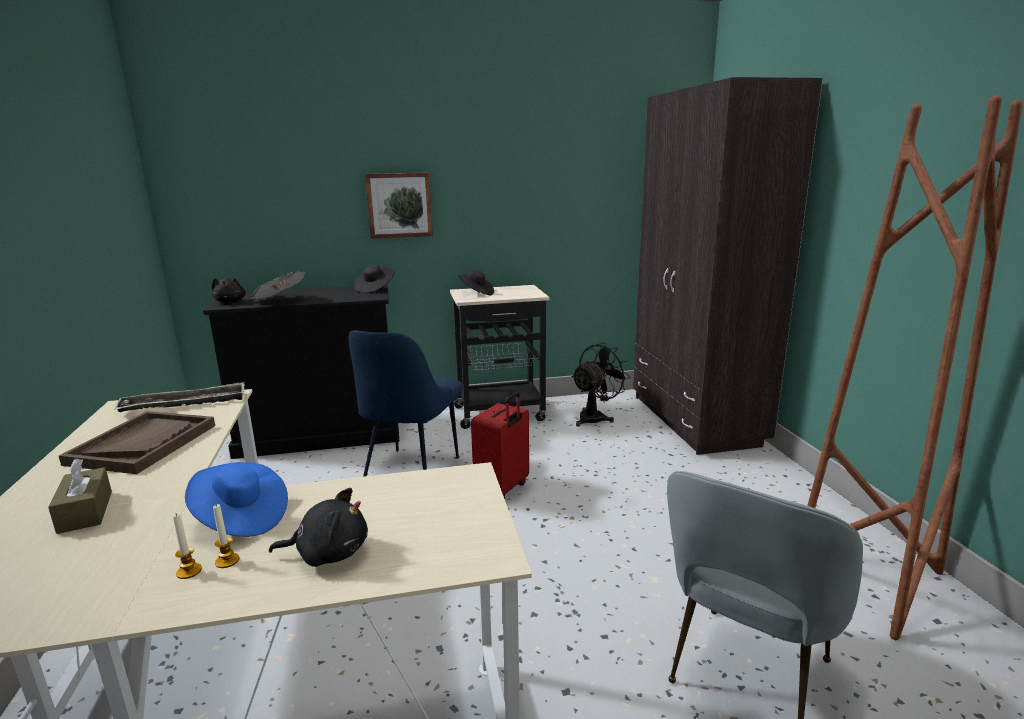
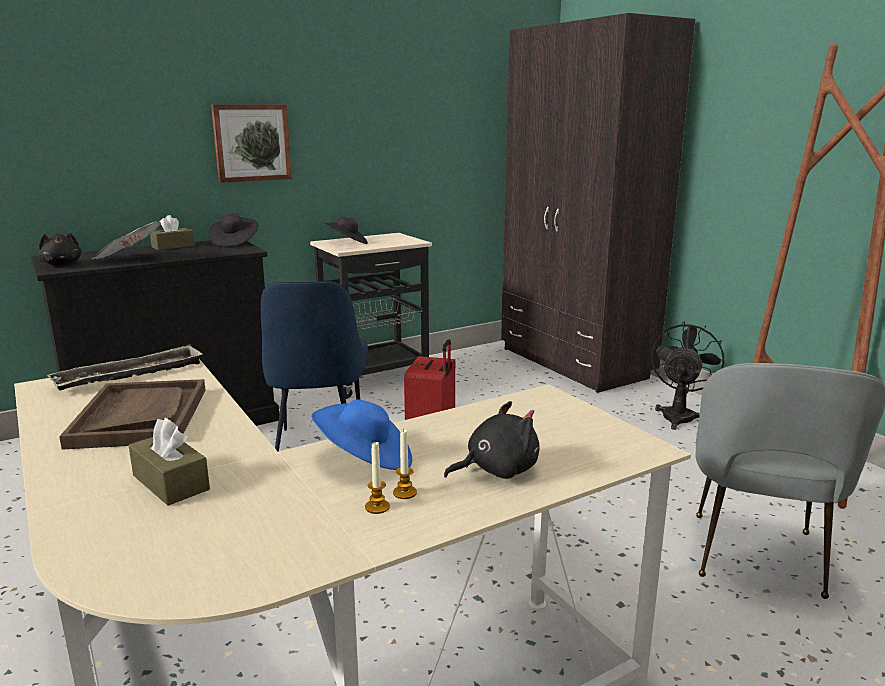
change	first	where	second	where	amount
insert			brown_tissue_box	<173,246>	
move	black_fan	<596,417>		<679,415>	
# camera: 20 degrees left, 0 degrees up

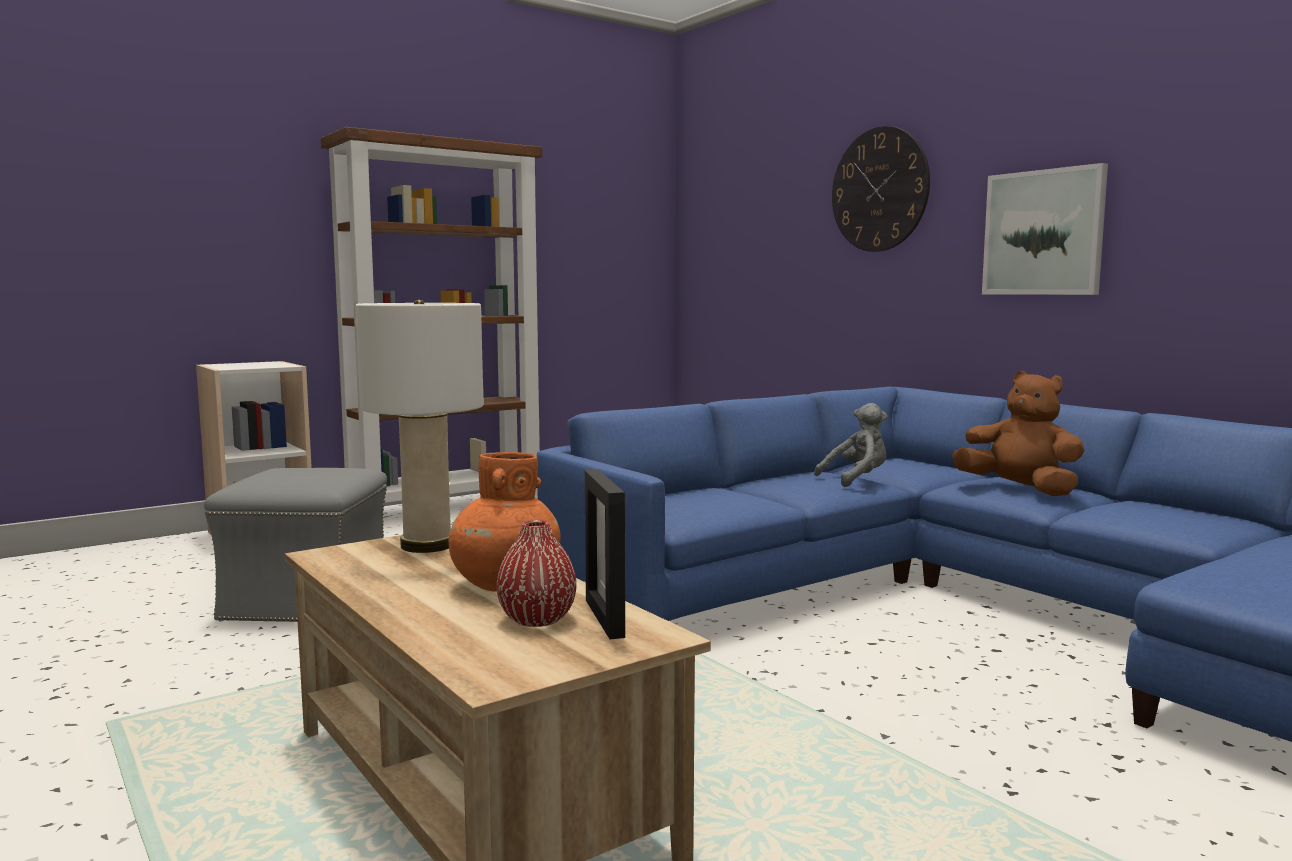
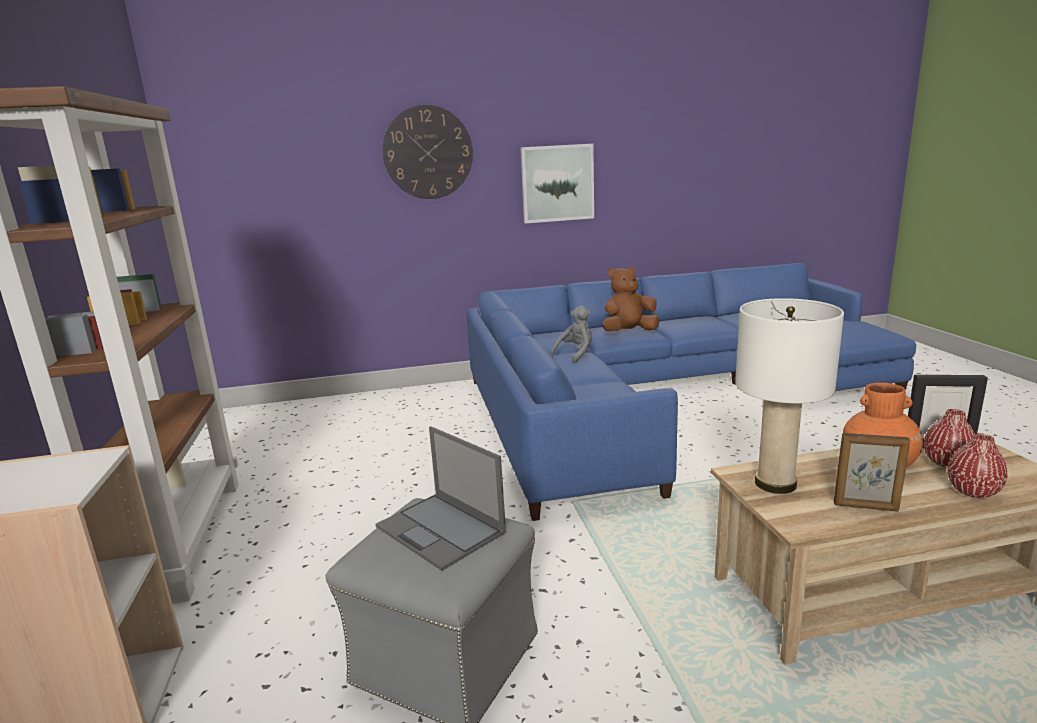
change	first	where	second	where	amount
insert			laptop	<441,530>	
insert			picture_frame	<866,507>	
insert			red_vase	<972,491>	
rotate	grey_plush_toy	<856,479>		<575,355>	45 degrees clockwise
# camera: 65 degrees left, 10 degrees up

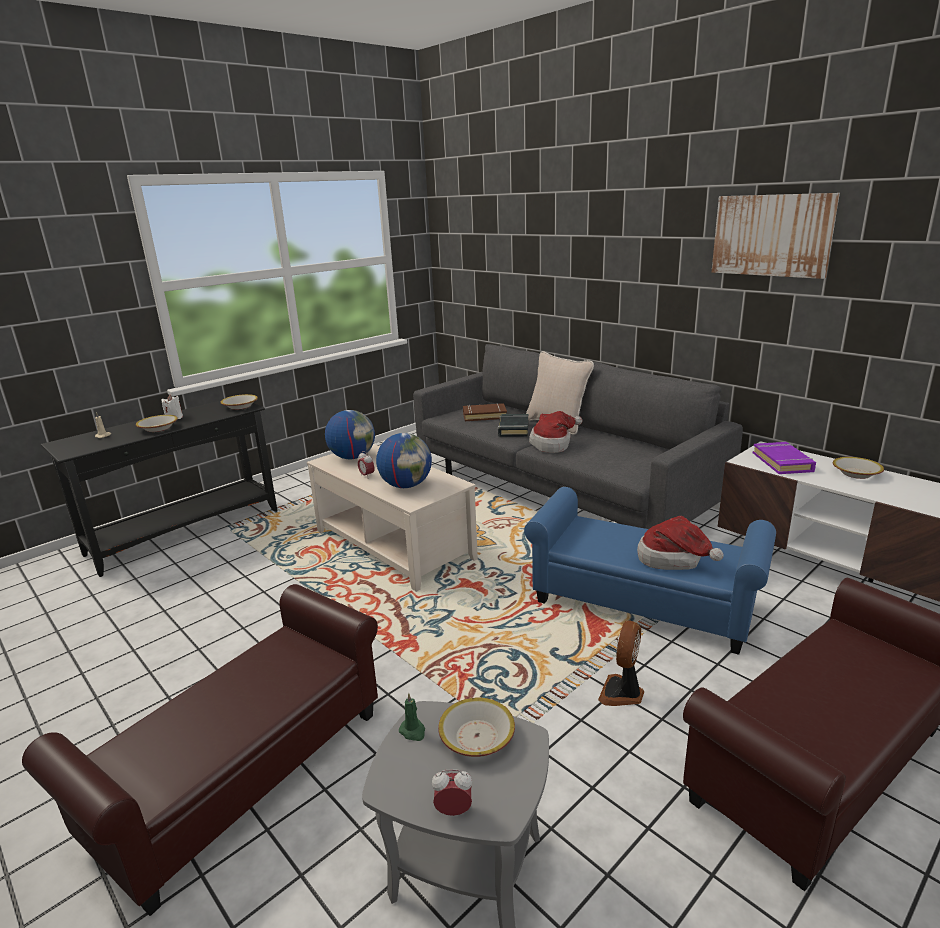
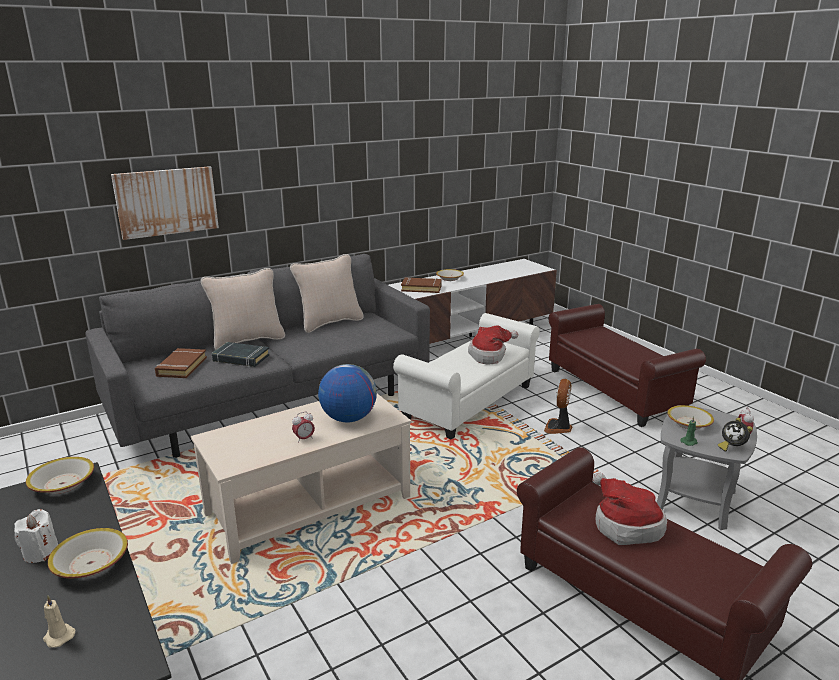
change	first	where	second	where	amount
delete	globe	<352,457>			
insert			beige_pillow	<329,323>	
insert			alarm_clock	<731,447>	
move	hat	<553,444>		<624,525>	
move	picture	<772,235>		<166,202>	
recolor	blue_ottoman	<642,604>	white_ottoman	<468,402>	
recolor	purple_book	<782,462>	brown_book	<421,288>	
rotate	fan	<622,693>		<558,428>	75 degrees clockwise
# camera: 80 degrees left, 0 degrees up

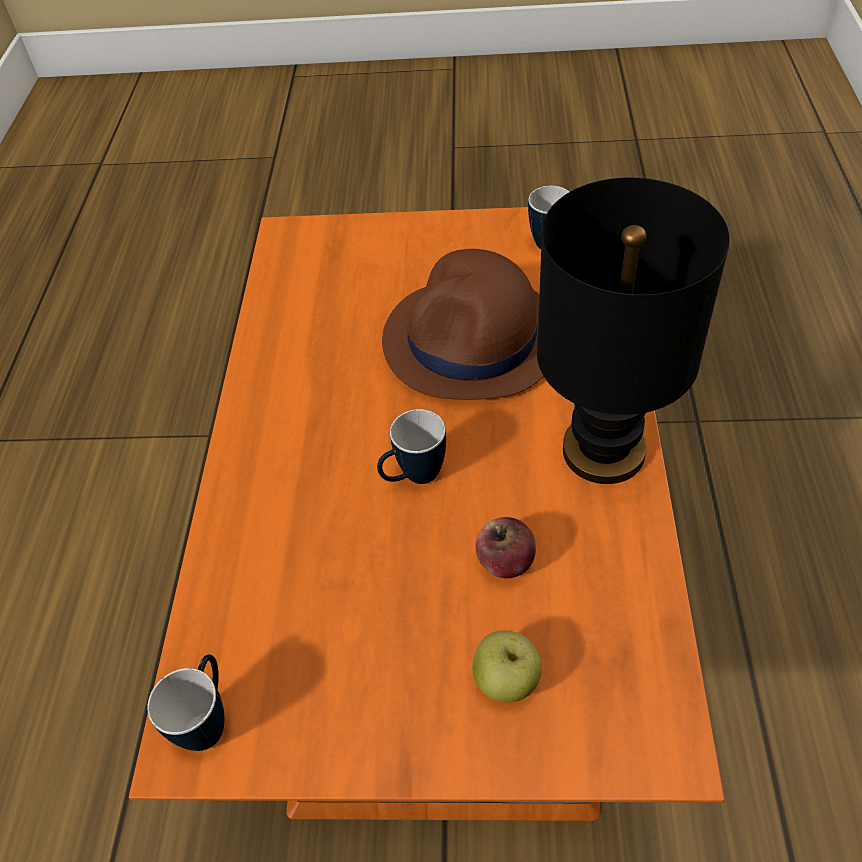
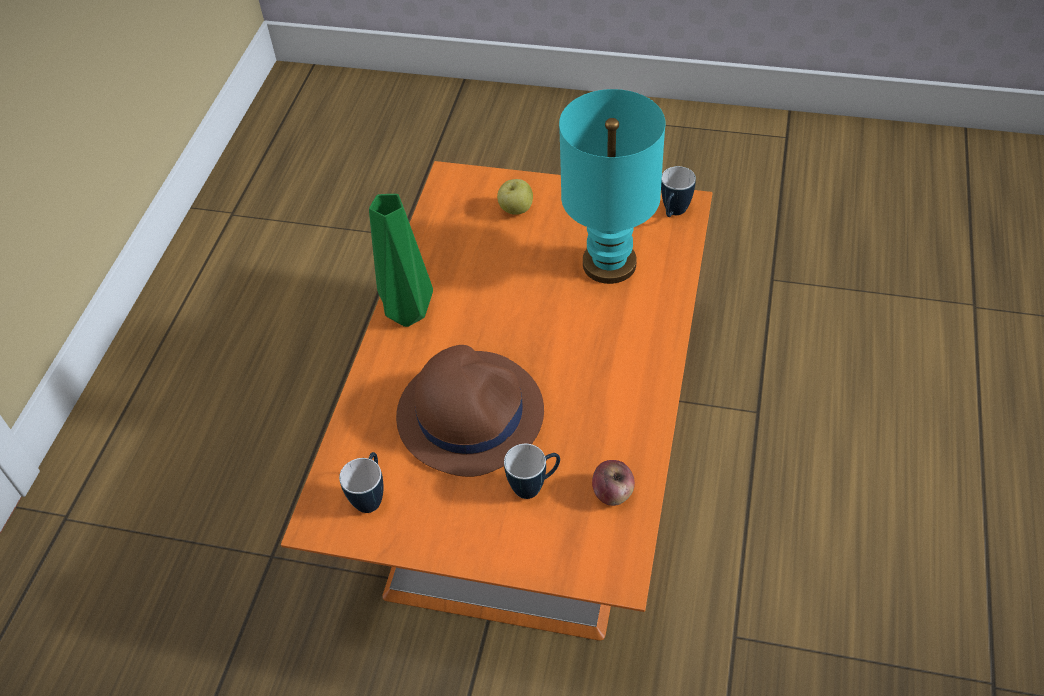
change	first	where	second	where	amount
insert			turquoise_table_lamp	<608,264>	
move	mug	<413,477>		<534,486>	
move	apple	<505,561>		<613,493>	
replace	black_table_lamp	<606,451>	green_vase	<410,313>	
# camera: 170 degrees left, 0 degrees up

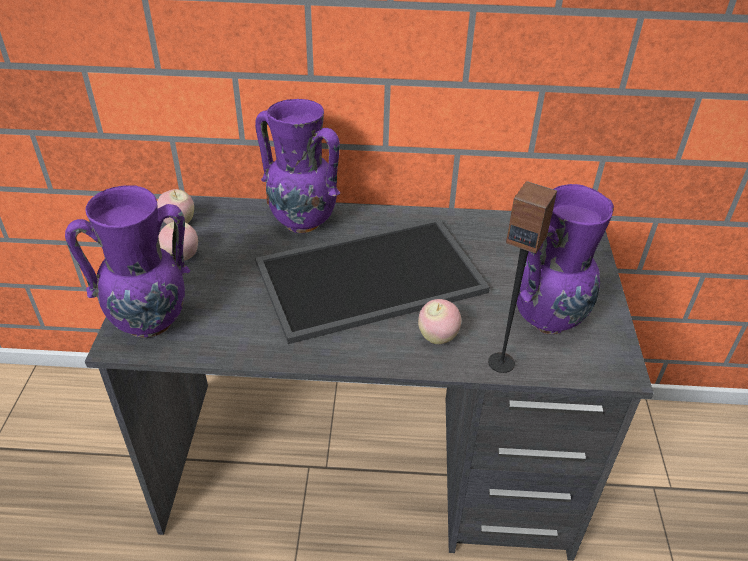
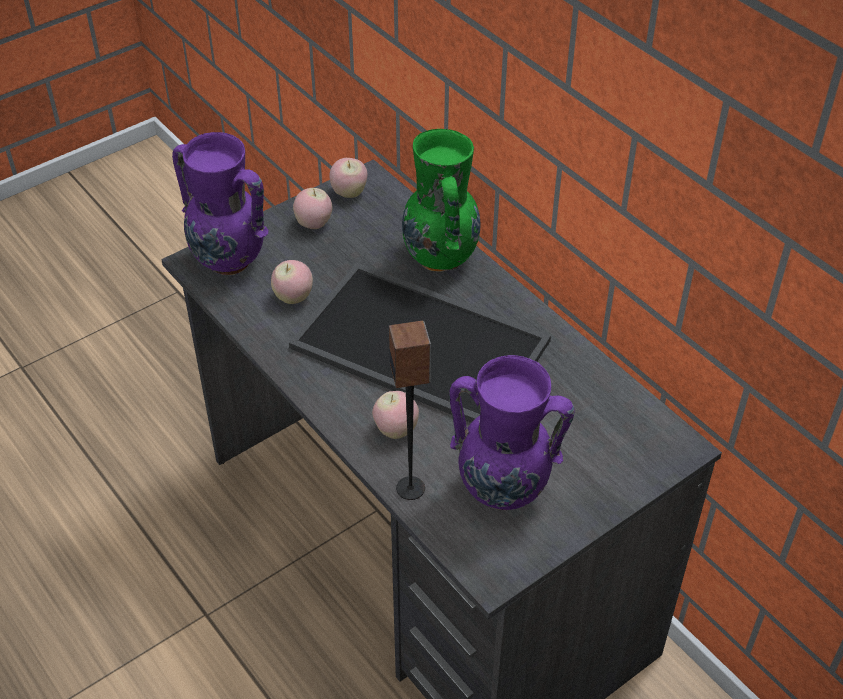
change	first	where	second	where	amount
insert			apple	<293,297>	
recolor	purple_vase	<302,221>	green_vase	<441,258>	
# camera: 50 degrees right, 5 degrees up

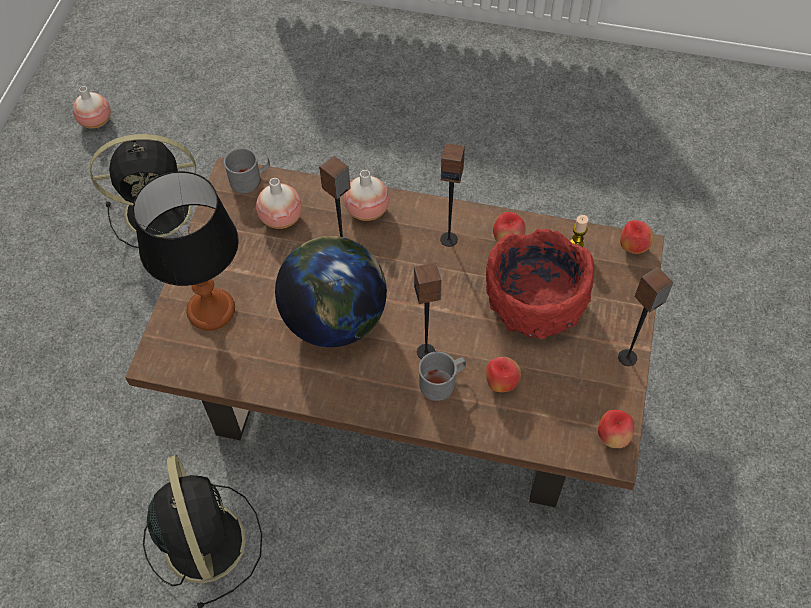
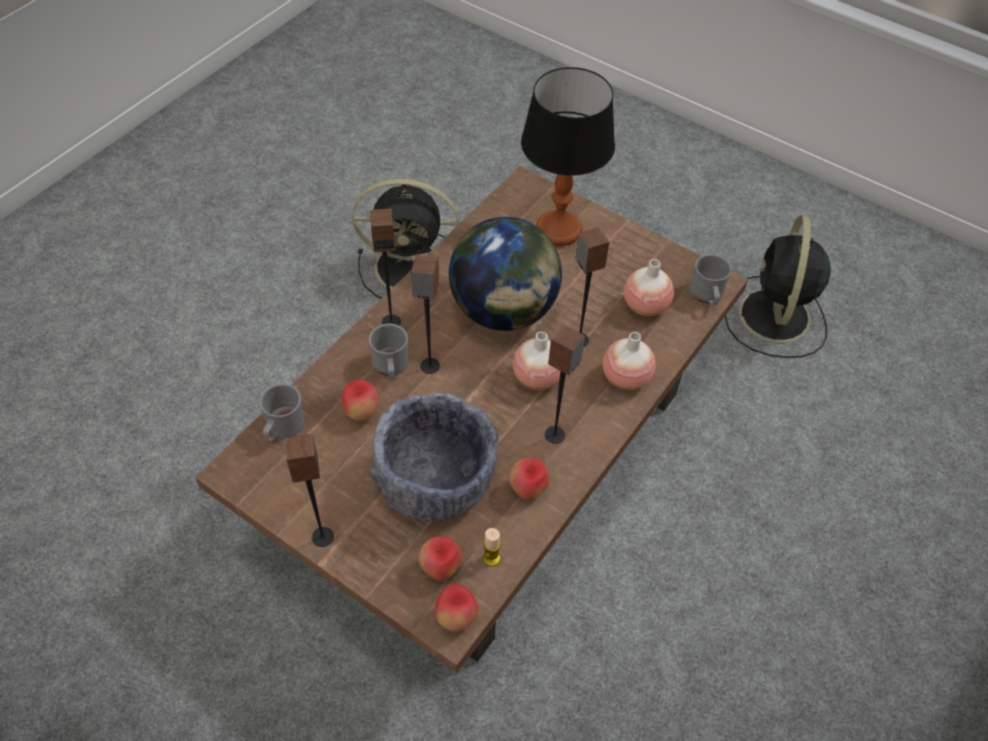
change	first	where	second	where	amount
insert			grey_mug	<282,427>	
insert			speaker	<391,321>	
move	vase	<96,121>		<537,377>	
move	apple	<612,437>		<440,568>	
recolor	red_bowl	<534,303>	grey_bowl	<435,479>	
# camera: 110 degrees right, 5 degrees down

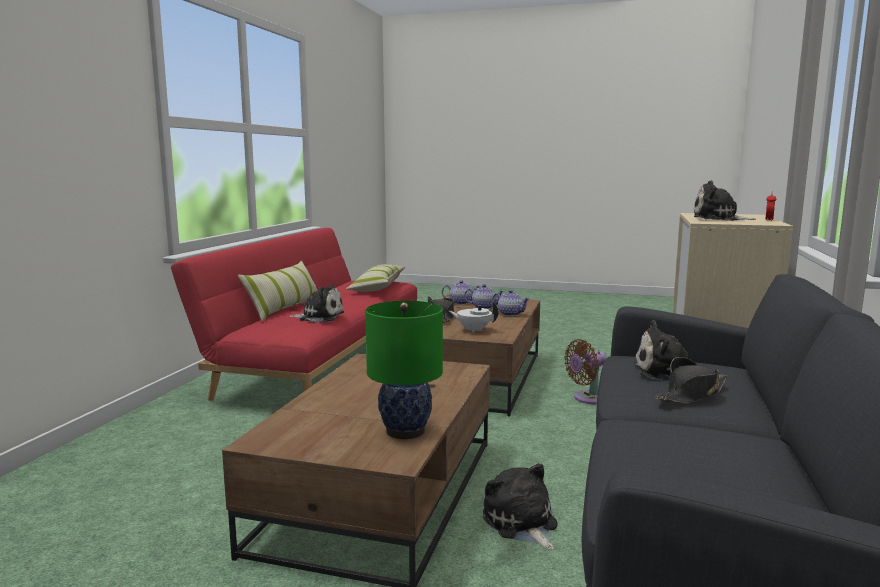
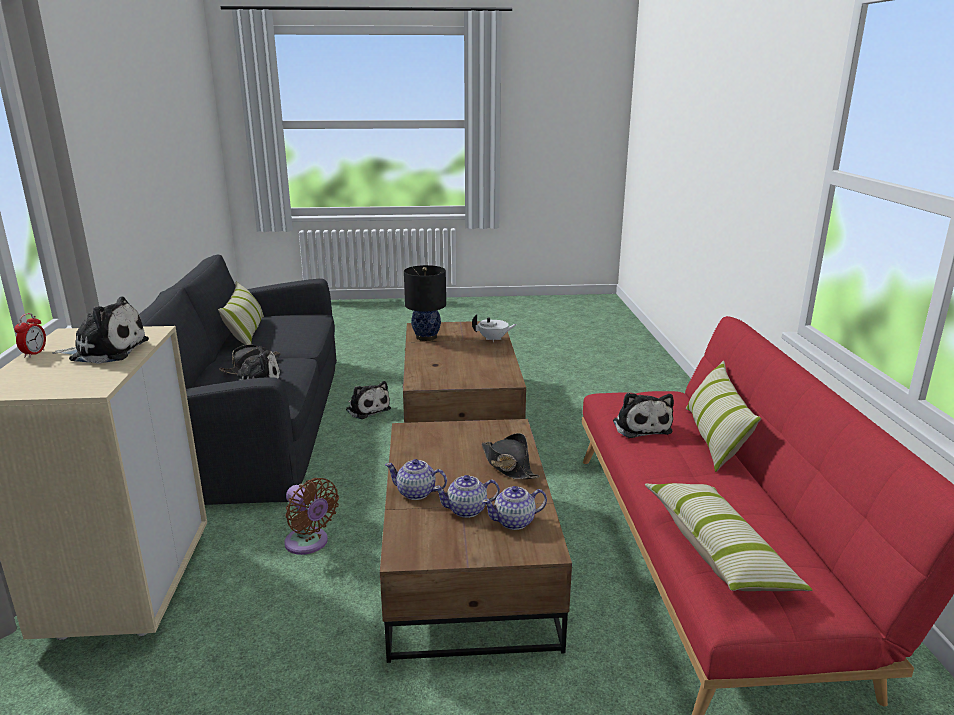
change	first	where	second	where	amount
insert			pillow	<246,333>	
move	white_teapot	<473,330>		<493,339>	
recolor	green_table_lamp	<406,431>	black_table_lamp	<426,337>	
rotate	plush_toy	<319,317>		<640,426>	90 degrees counterclockwise
rotate	brown_fan	<587,398>		<309,543>	90 degrees clockwise
# camera: 160 degrees right, 10 degrees up

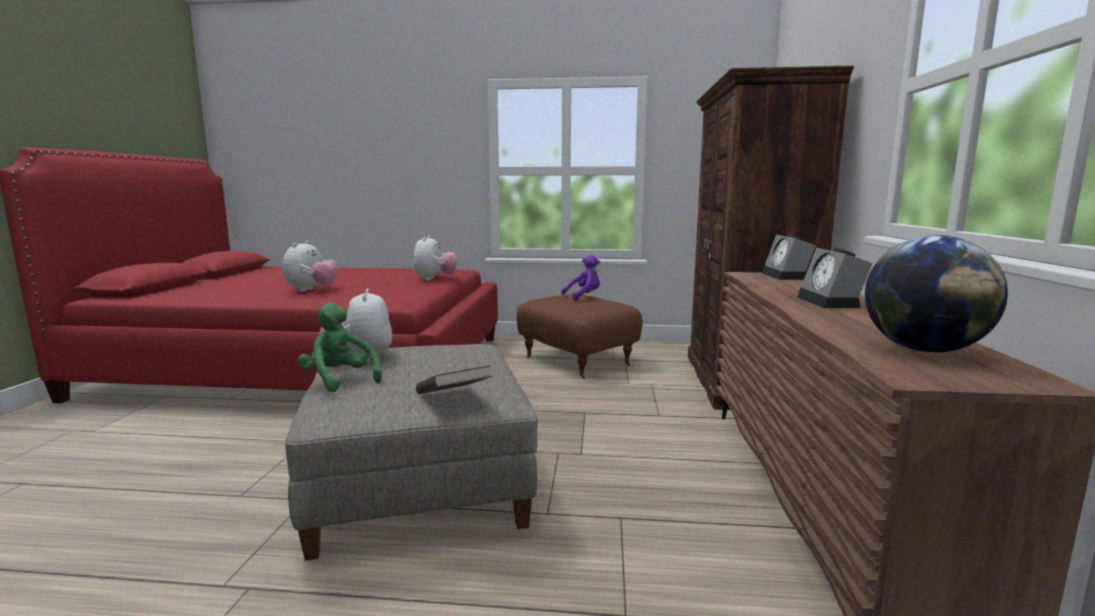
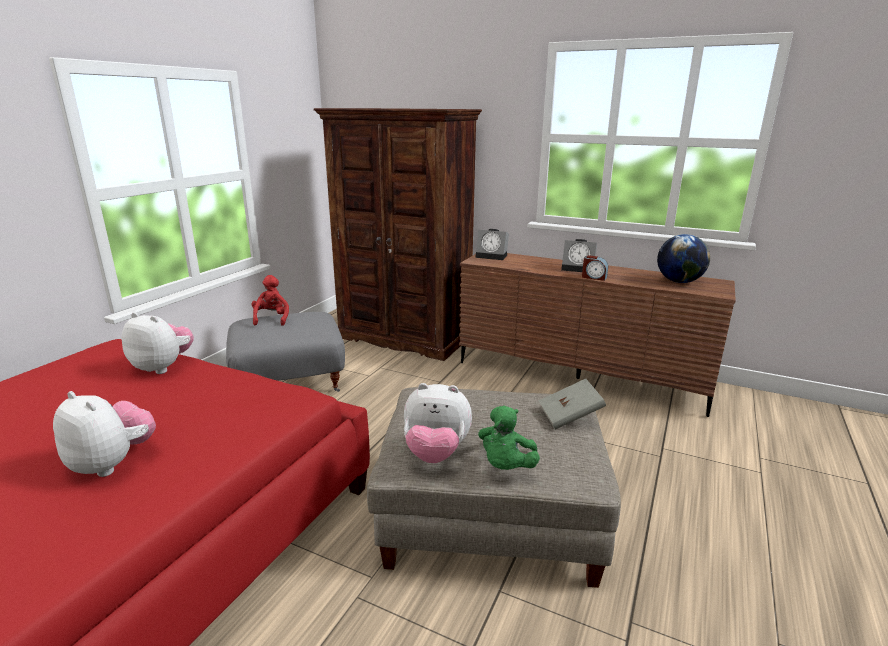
change	first	where	second	where	amount
insert			alarm_clock	<594,277>	
recolor	brown_book	<453,399>	grey_book	<569,416>	
recolor	brown_ottoman	<578,361>	grey_ottoman	<290,382>	
recolor	purple_plush_toy	<584,296>	red_plush_toy	<272,319>	
rotate	green_plush_toy	<339,380>		<506,466>	45 degrees counterclockwise
# camera: 70 degrees left, 10 degrees up

